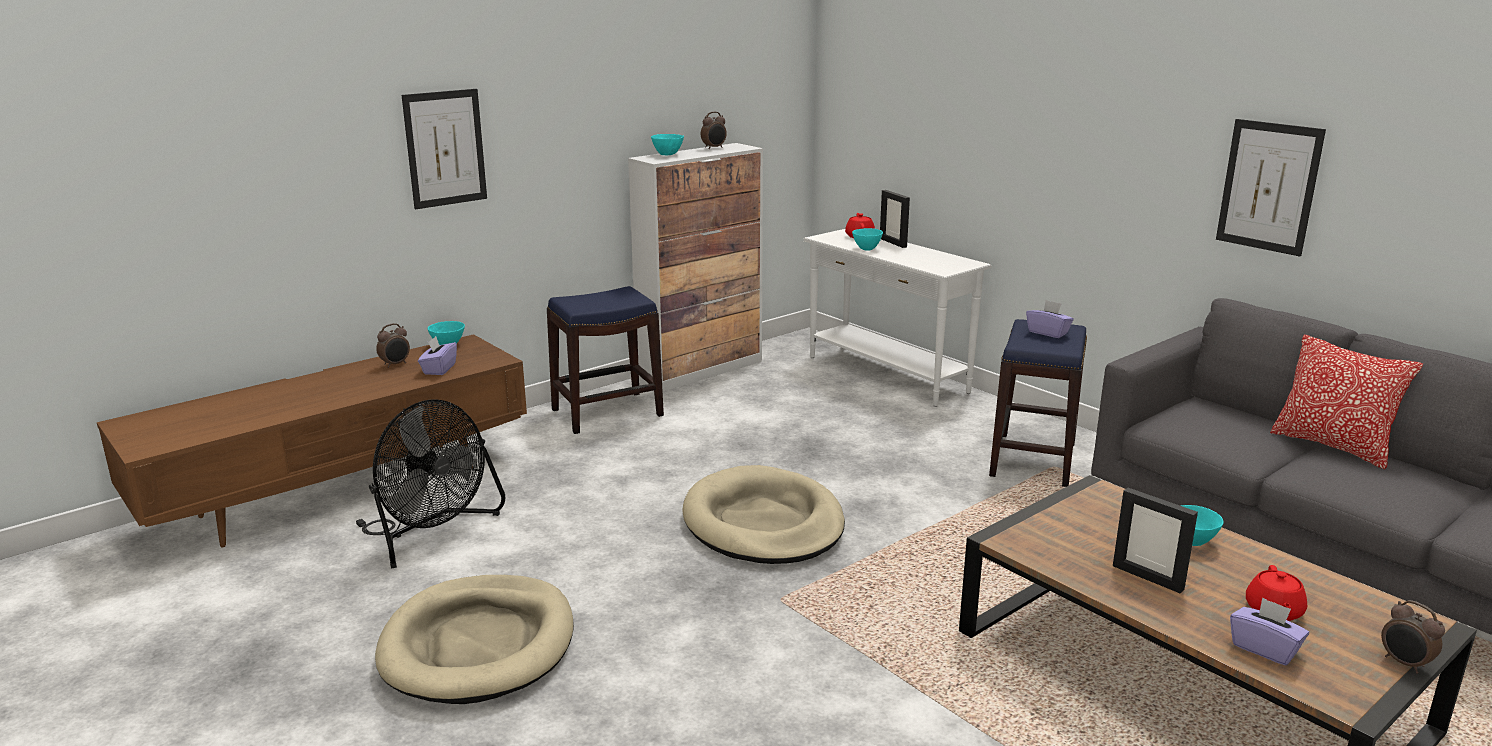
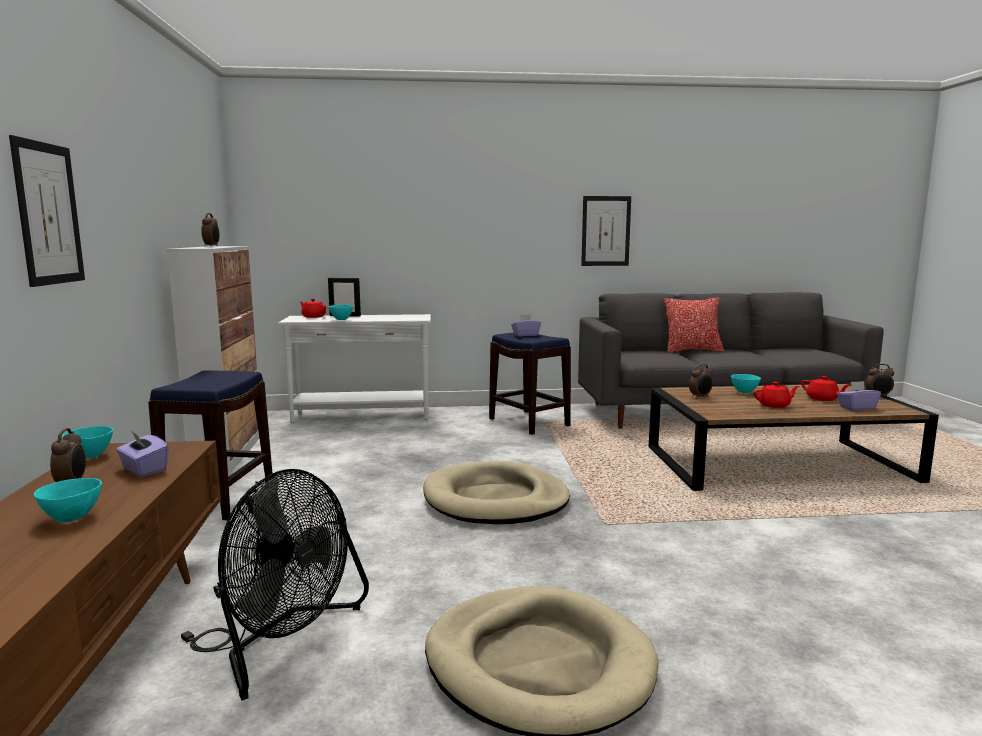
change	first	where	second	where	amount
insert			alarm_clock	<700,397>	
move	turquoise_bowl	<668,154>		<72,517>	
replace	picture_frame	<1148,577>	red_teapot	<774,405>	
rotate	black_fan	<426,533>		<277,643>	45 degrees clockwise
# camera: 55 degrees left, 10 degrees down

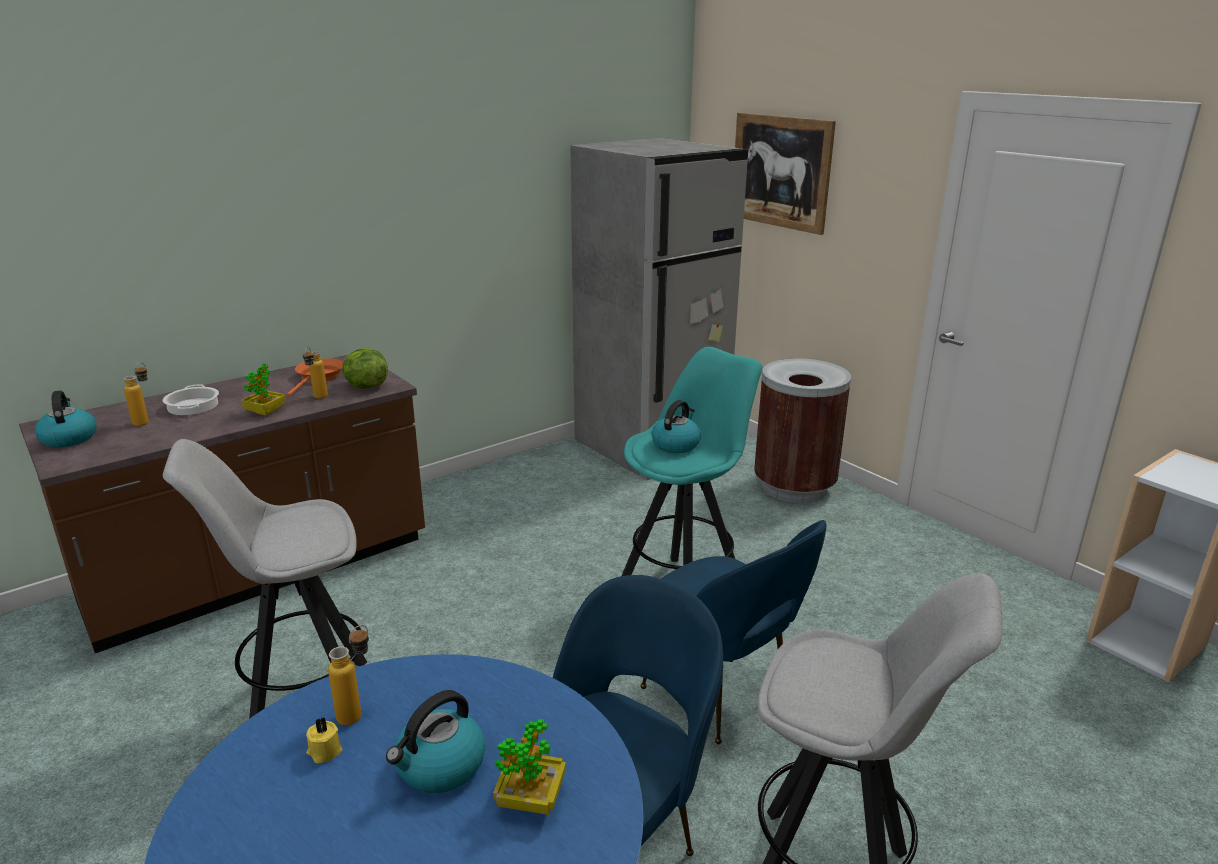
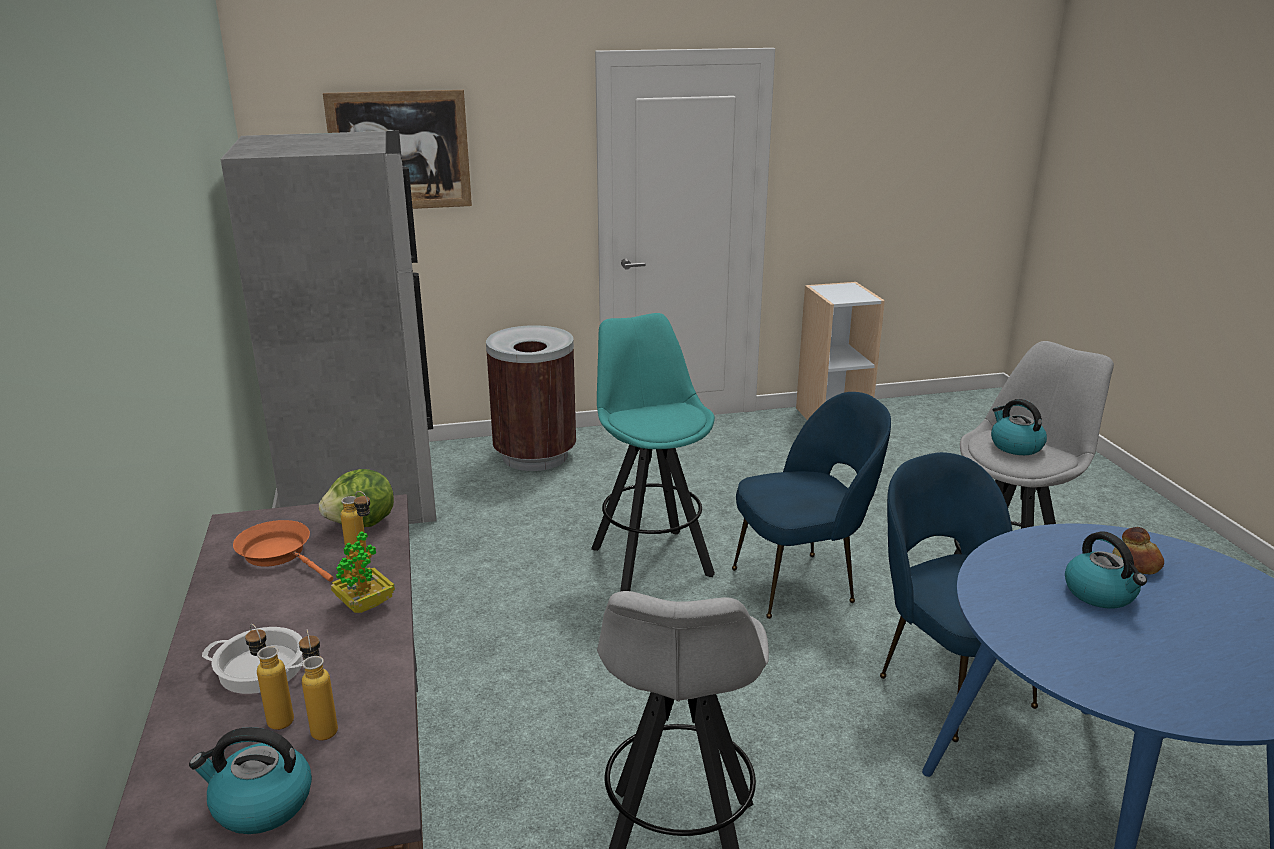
change	first	where	second	where	amount
delete	yellow_candle	<324,751>			
move	bottle	<358,712>		<323,725>	
move	kettle	<676,444>		<1015,446>	
replace	potted_plant	<531,799>	bread	<1135,565>	
# camera: 65 degrees left, 0 degrees up

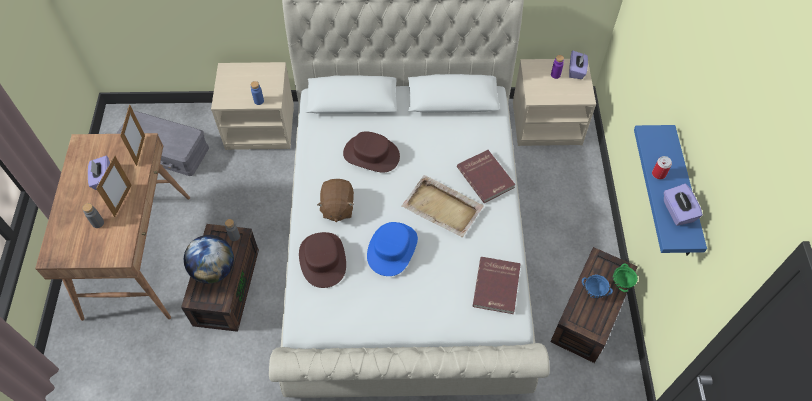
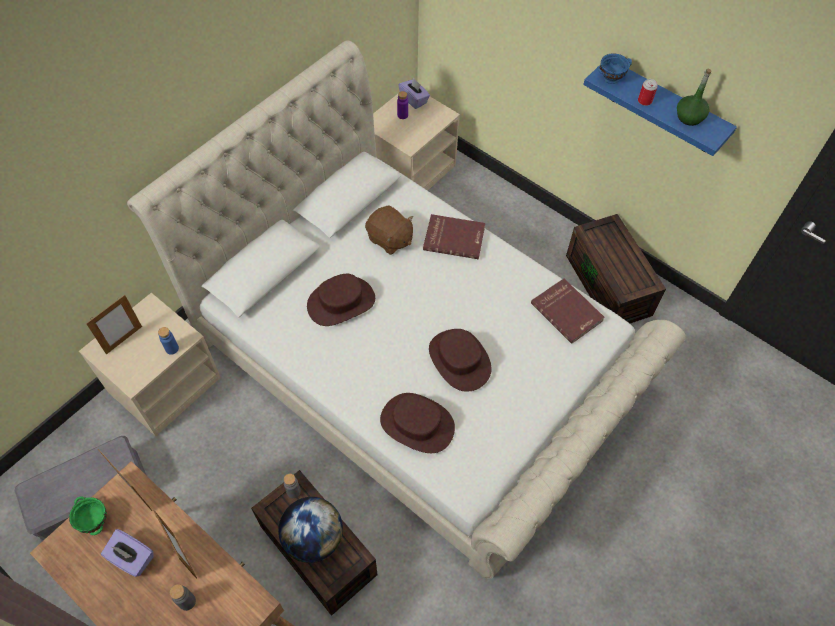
change	first	where	second	where	amount
delete	beige_tray	<443,208>			
insert			picture_frame	<124,340>	
move	brown_plush_toy	<337,207>		<389,239>	
move	blue_bowl	<593,291>		<610,78>	
move	green_bowl	<621,284>		<94,522>	
replace	purple_tissue_box	<677,212>	green_bottle	<689,117>	
recolor	blue_hat	<392,249>	brown_hat	<459,360>	
# camera: 50 degrees left, 0 degrees up

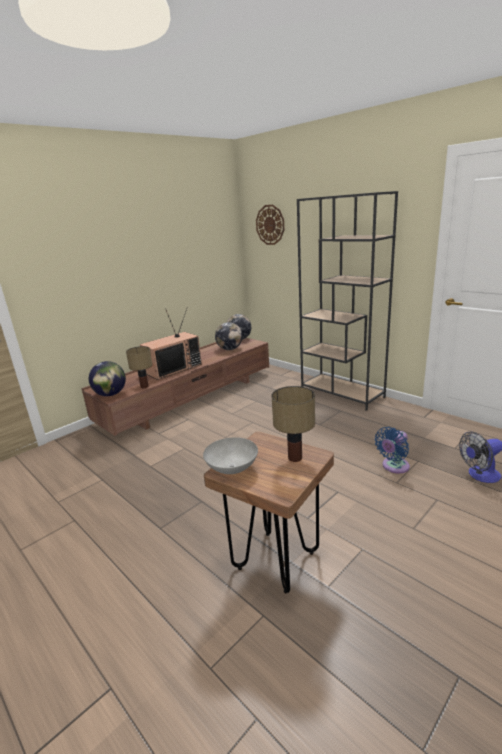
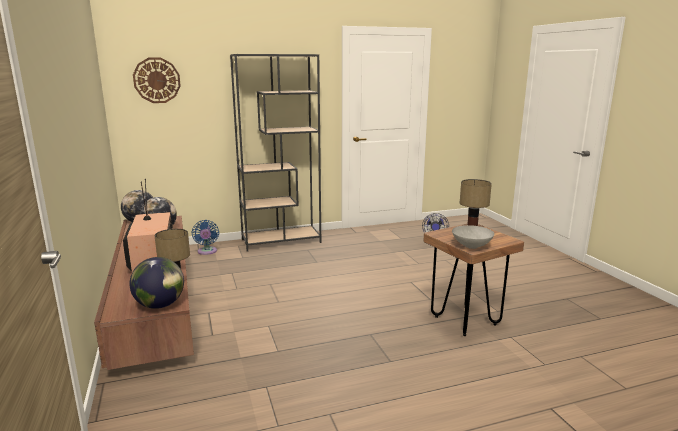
change	first	where	second	where	amount
move	blue_fan	<393,467>		<207,252>	
# camera: 65 degrees left, 5 degrees down

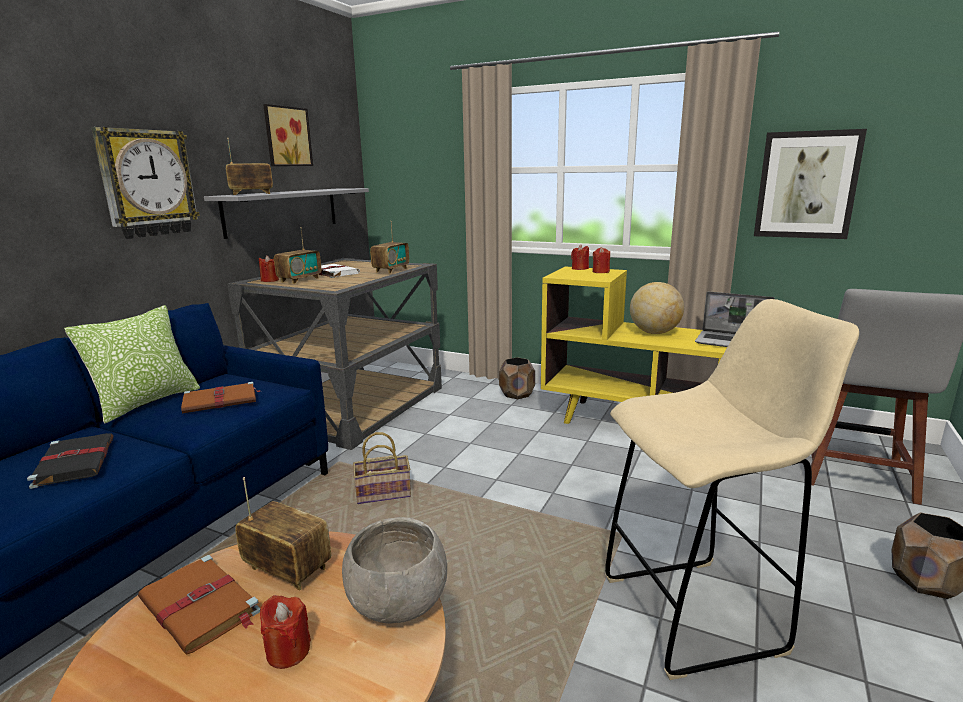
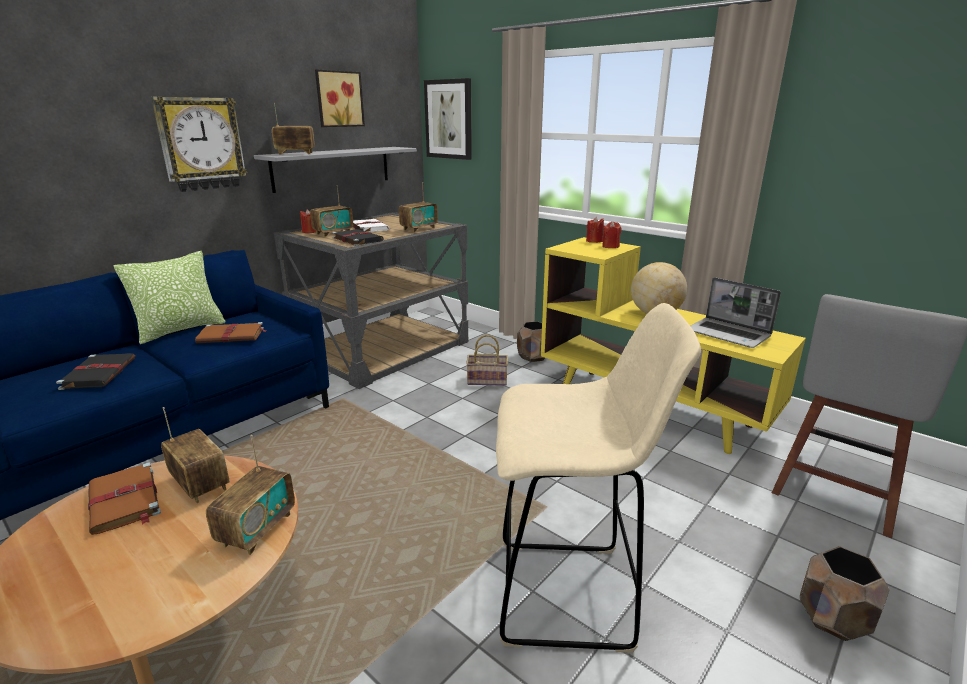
change	first	where	second	where	amount
delete	red_candle	<288,651>			
insert			black_book	<357,239>	
move	basket	<384,492>		<488,380>	
move	picture	<806,185>		<449,119>	
replace	grey_bowl	<398,604>	radio	<257,529>	
# camera: 15 degrees right, 5 degrees up

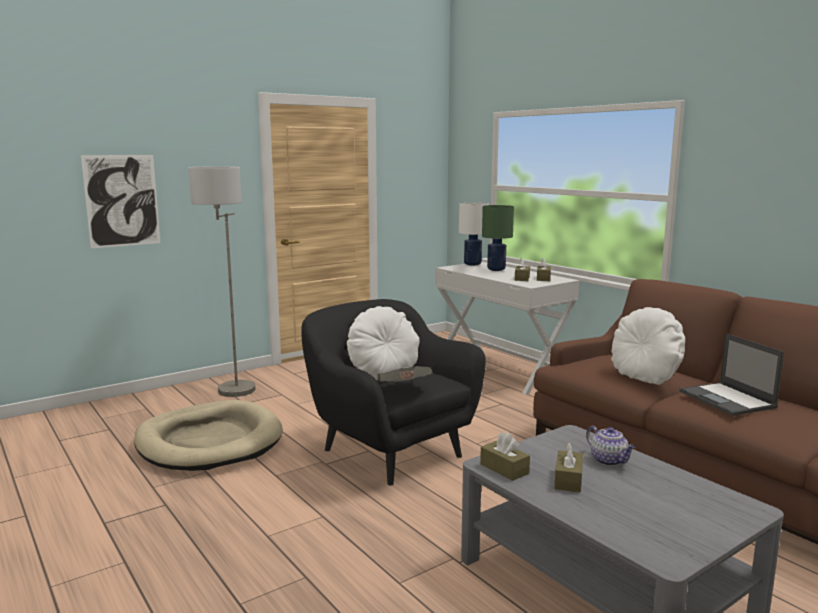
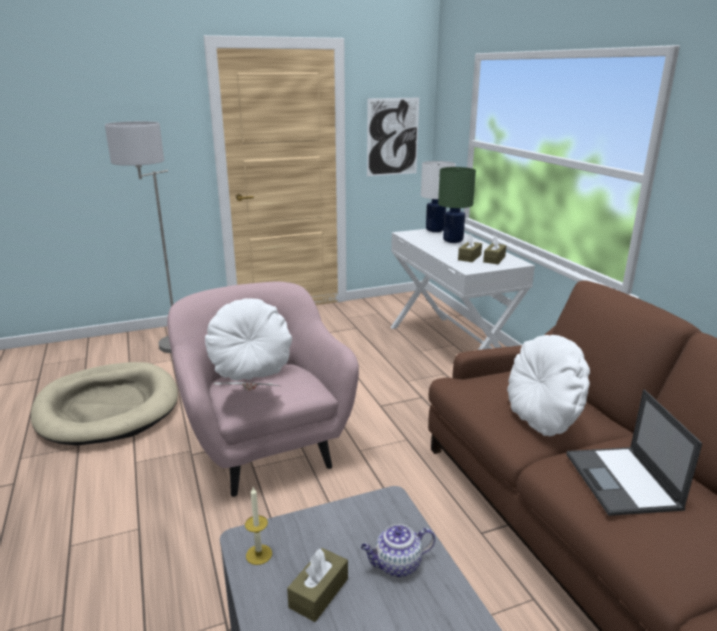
change	first	where	second	where	amount
move	picture	<122,201>		<392,137>	
replace	brown_tissue_box	<504,469>	candle	<259,554>	
recolor	black_armchair	<389,450>	pink_armchair	<264,446>	
rotate	teapot	<609,461>		<397,565>	90 degrees clockwise
# camera: 15 degrees right, 10 degrees up

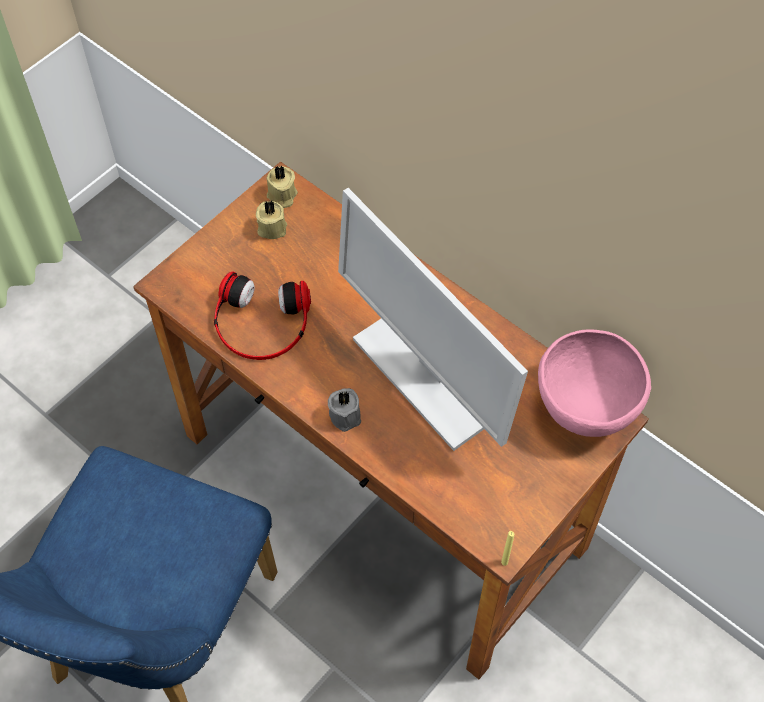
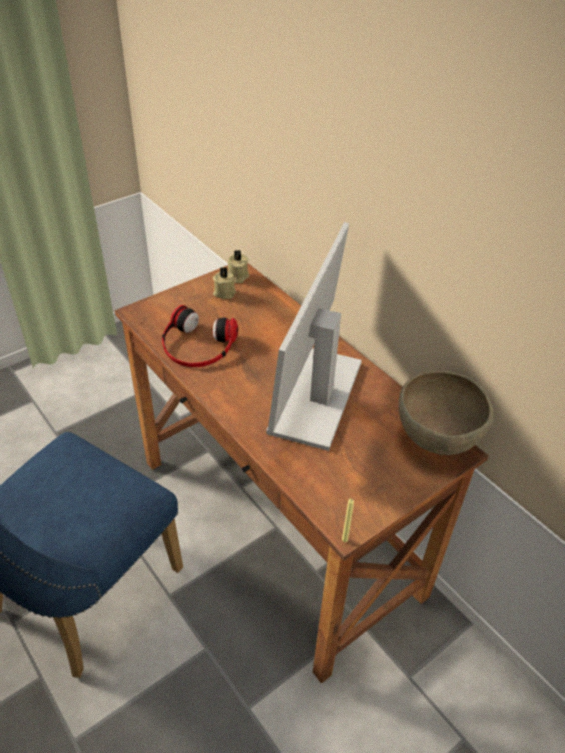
change	first	where	second	where	amount
delete	grey_candle	<346,415>			
recolor	pink_bowl	<584,408>	brown_bowl	<435,439>	
rotate	monitor	<430,373>		<315,395>	45 degrees clockwise
# camera: 10 degrees right, 15 degrees down

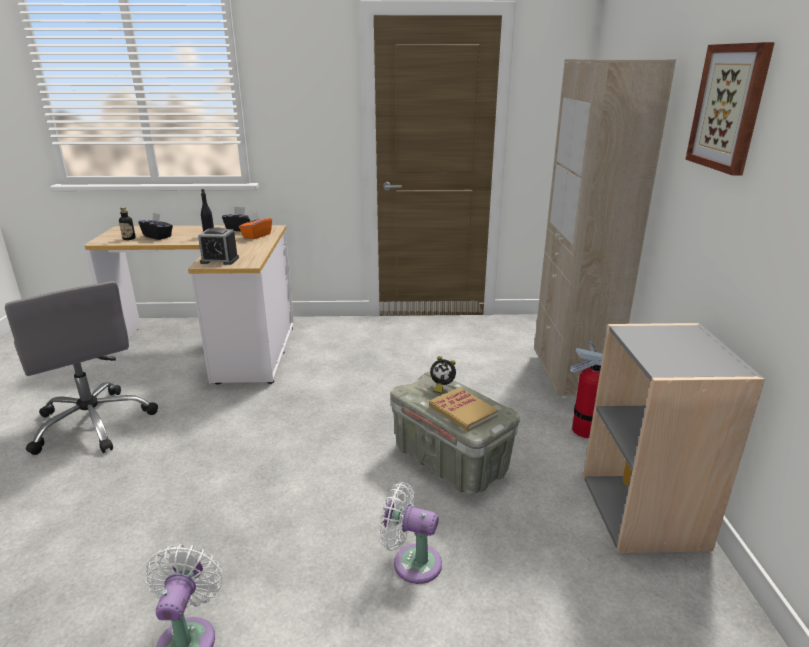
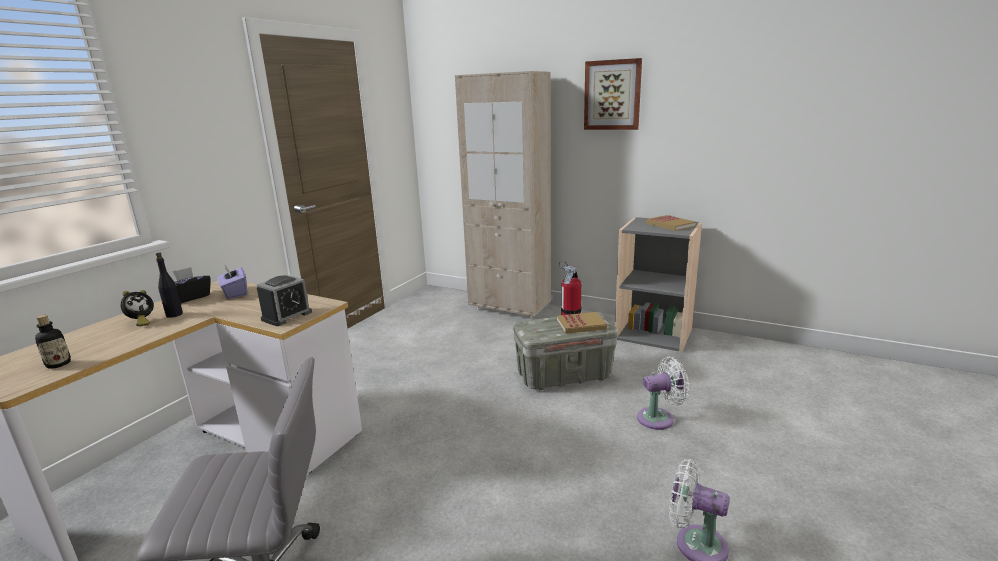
change	first	where	second	where	amount
delete	black_tissue_box	<158,236>			
insert			book	<670,225>	
move	alarm_clock	<441,387>		<141,322>	
recolor	orange_tissue_box	<256,236>	purple_tissue_box	<235,293>	
rotate	white_fan	<412,562>		<659,418>	150 degrees counterclockwise
# camera: 60 degrees left, 5 degrees down

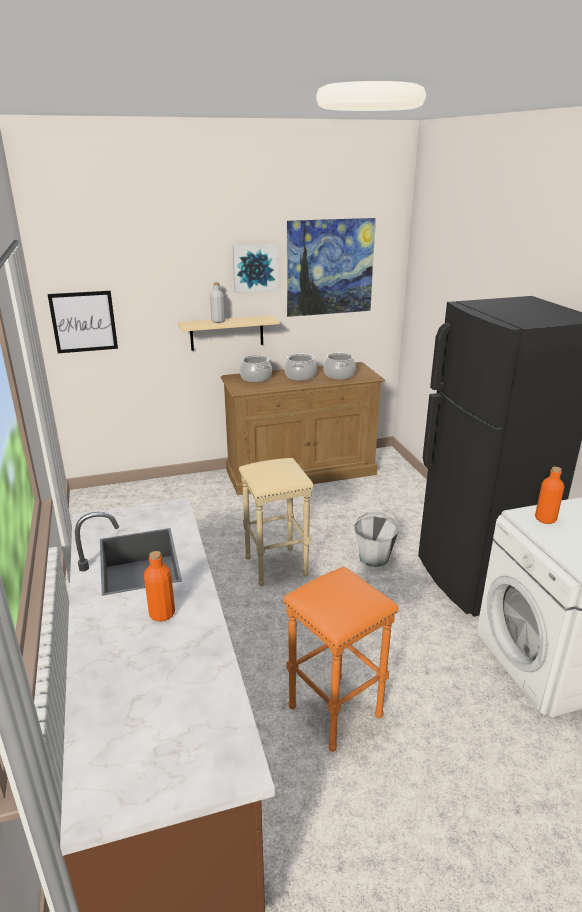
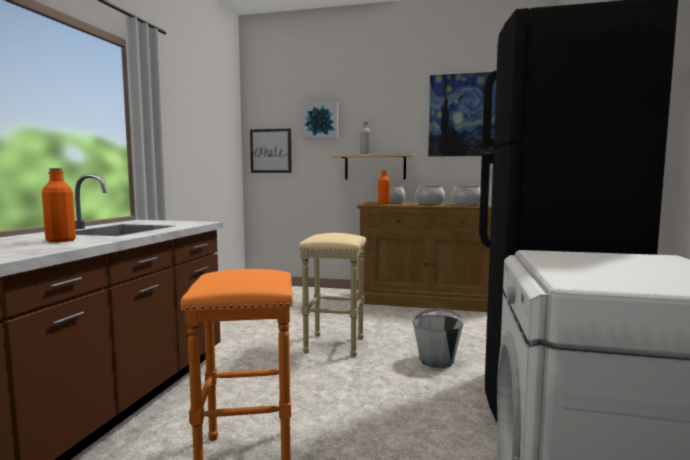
change	first	where	second	where	amount
move	picture	<255,267>		<321,121>	
move	orange_bottle	<545,519>		<383,204>	
# camera: 30 degrees right, 20 degrees down

